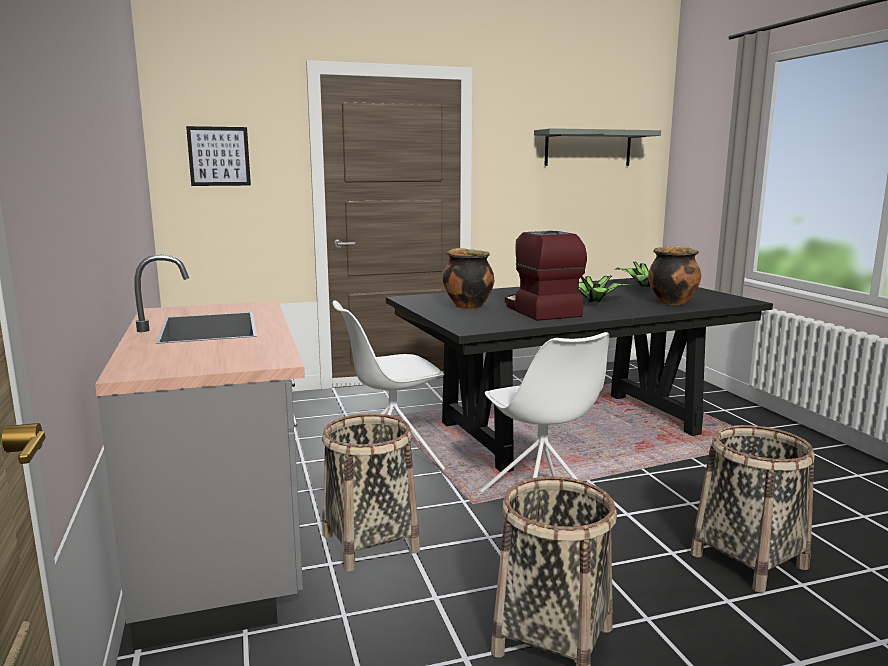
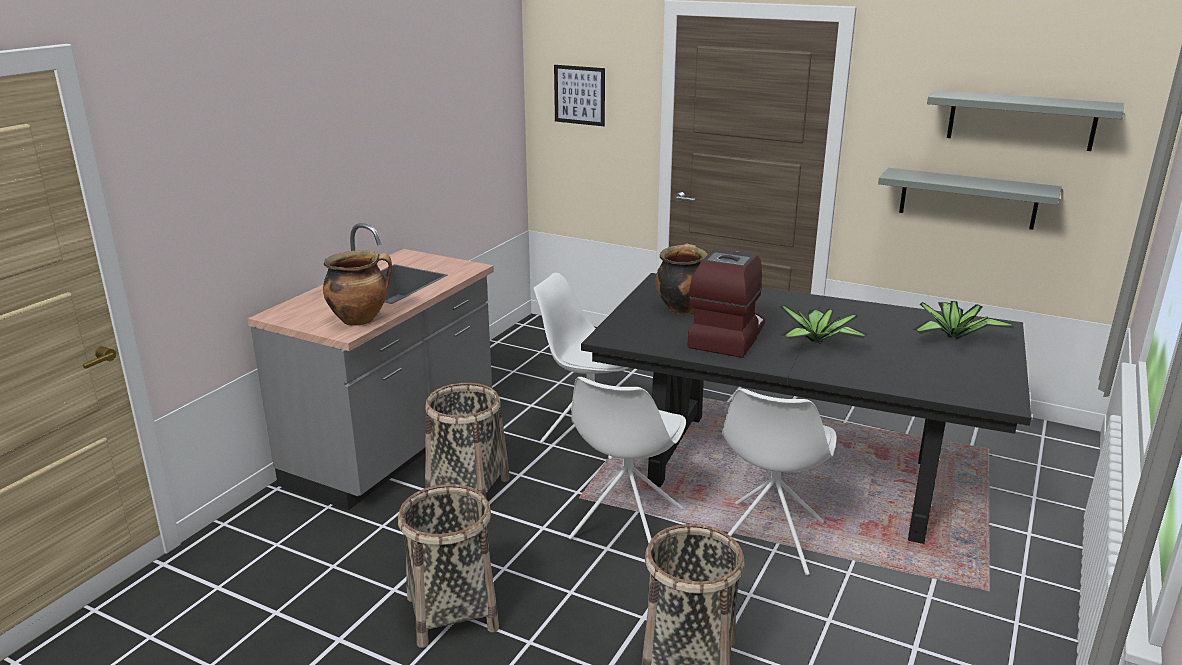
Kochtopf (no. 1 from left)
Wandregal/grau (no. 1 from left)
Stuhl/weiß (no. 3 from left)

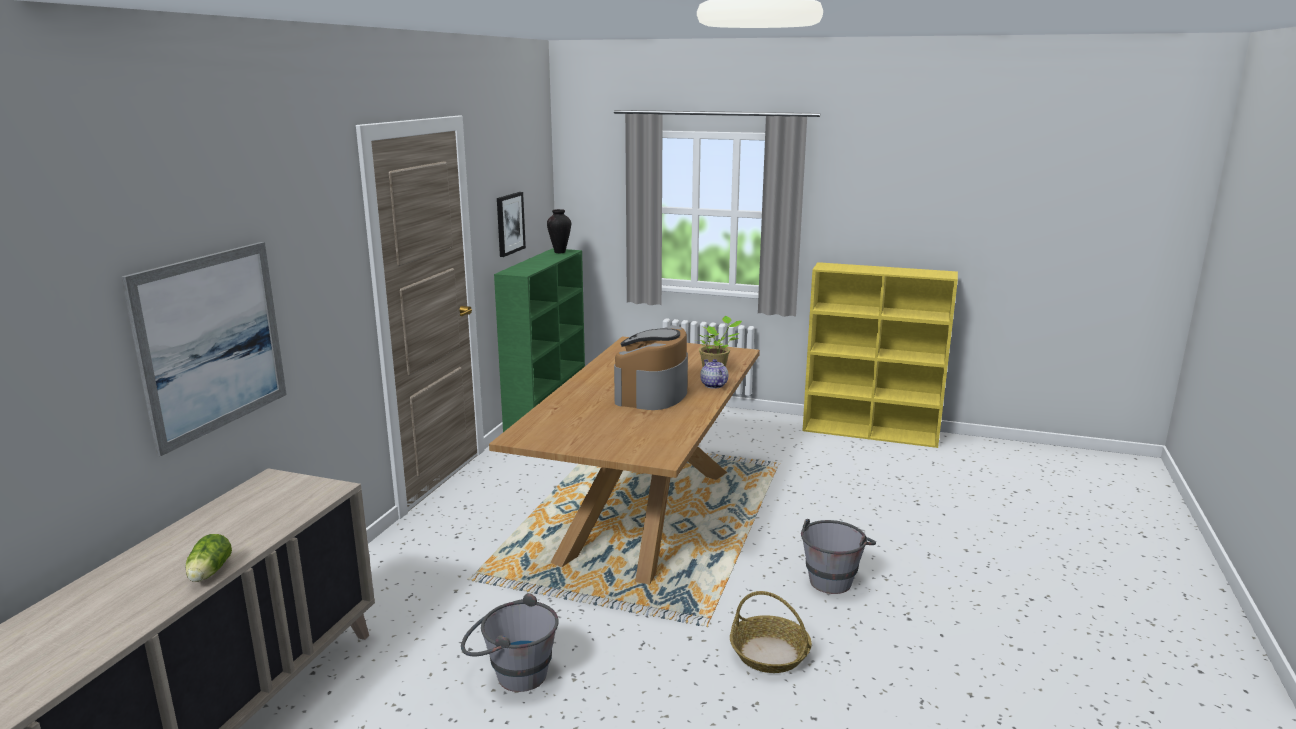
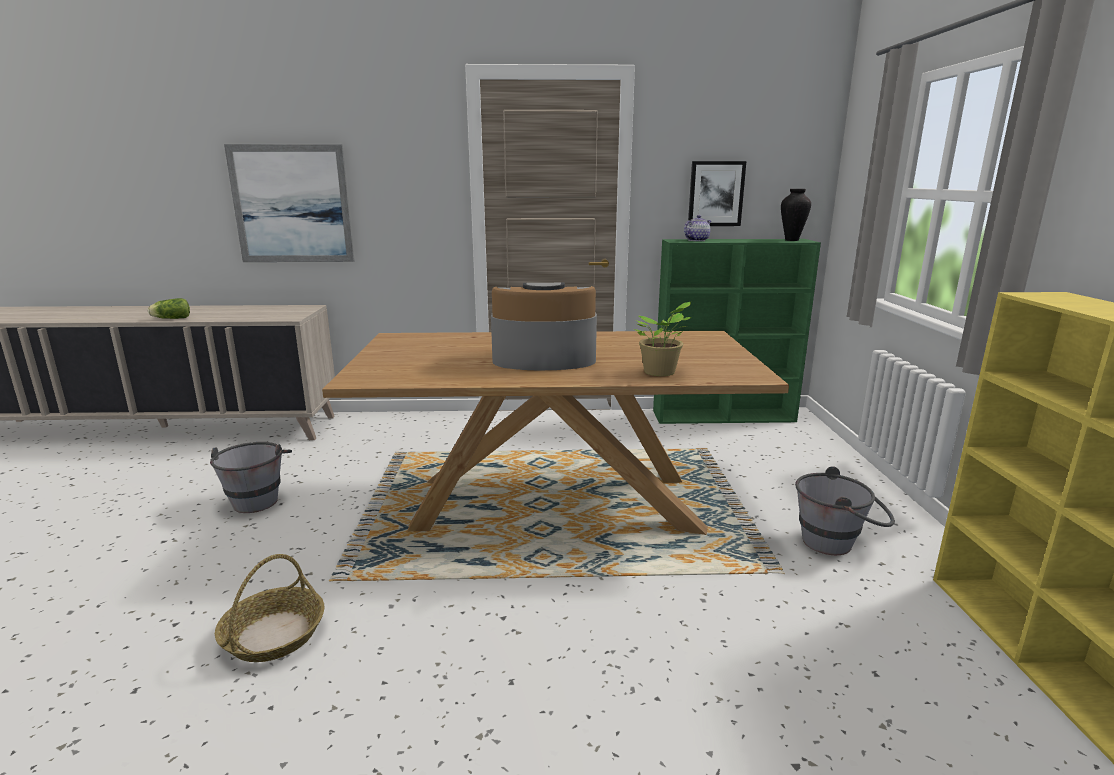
Teekanne
Eimer/grau (no. 2 from left)

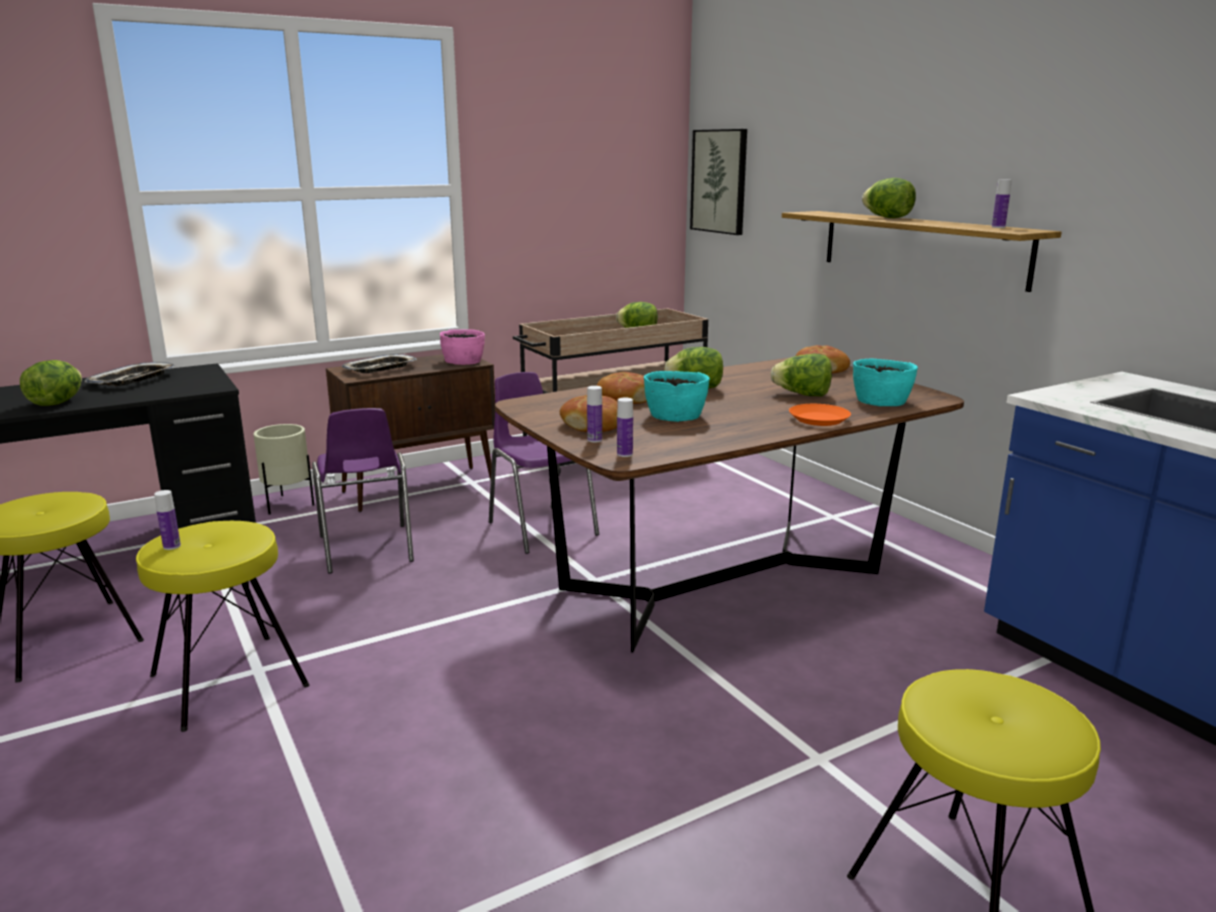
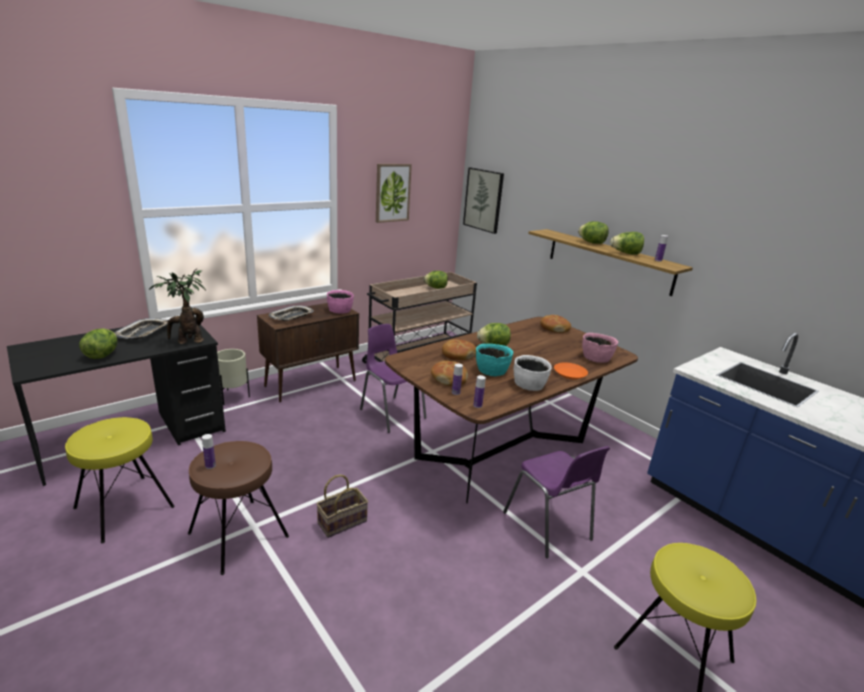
Salatkopf (no. 5 from left)
Schüssel/rosa (no. 2 from left)
Stuhl/lila (no. 2 from left)
Hocker/braun
Bild (no. 1 from left)
Topfpflanze
Schüssel/weiß
Korb

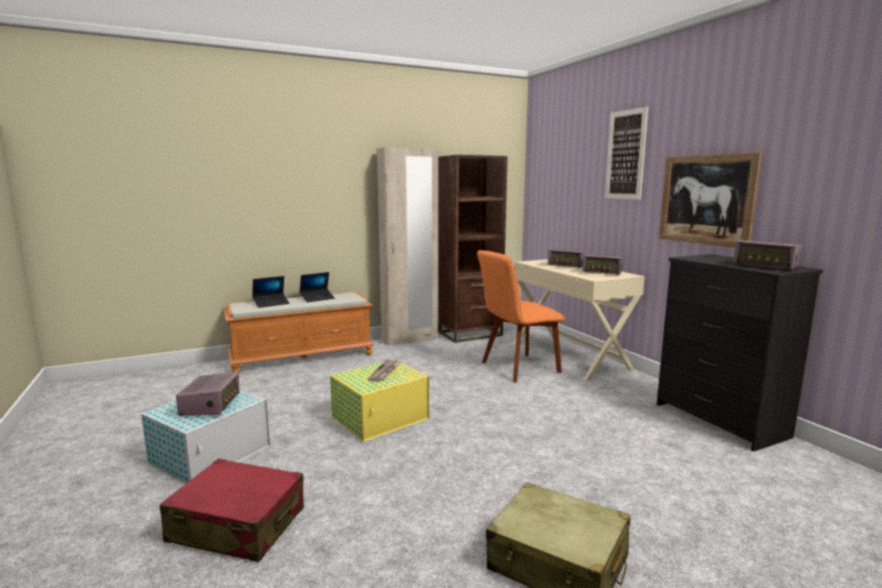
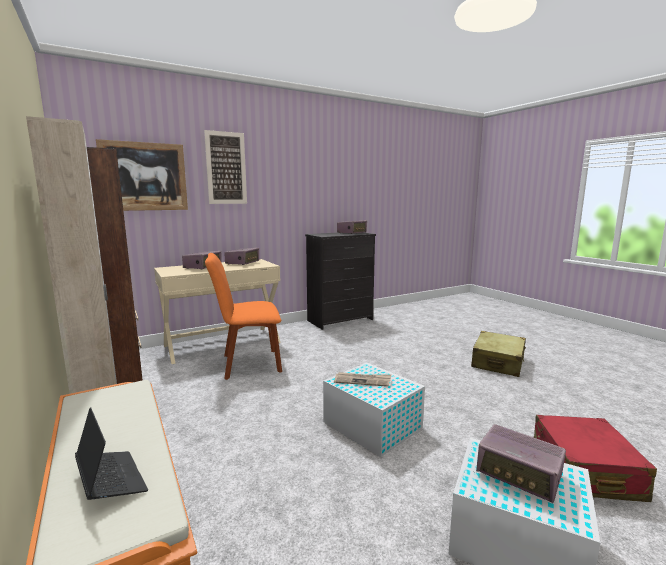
Bild (no. 1 from left)
Stuhl/orange
Laptop (no. 2 from left in the first image)
Aufbewahrungsbox/weiß (no. 1 from left)
Radio (no. 4 from left)

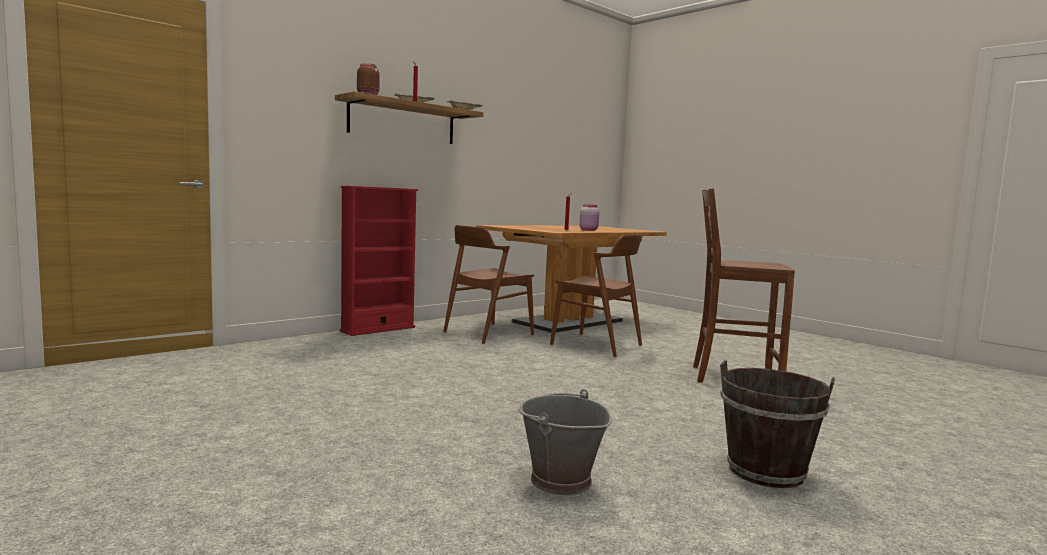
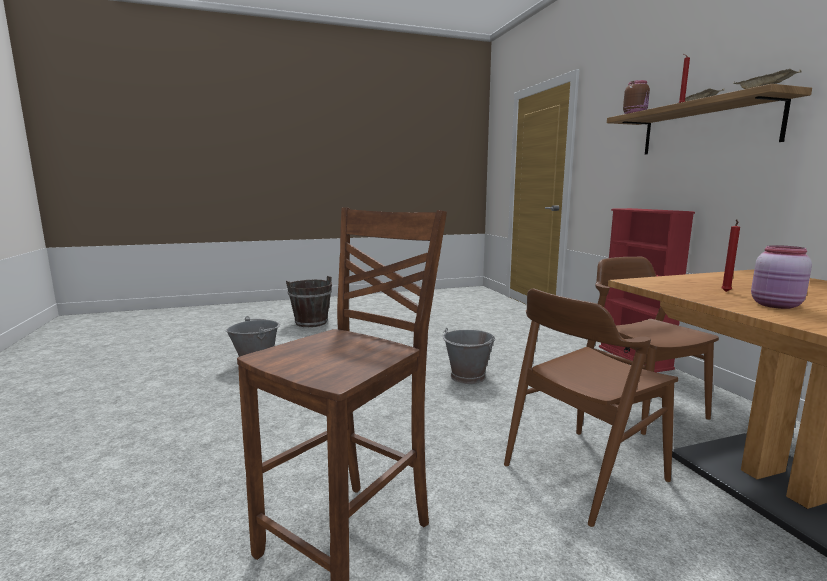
Eimer/braun
Eimer/grau (no. 2 from left)

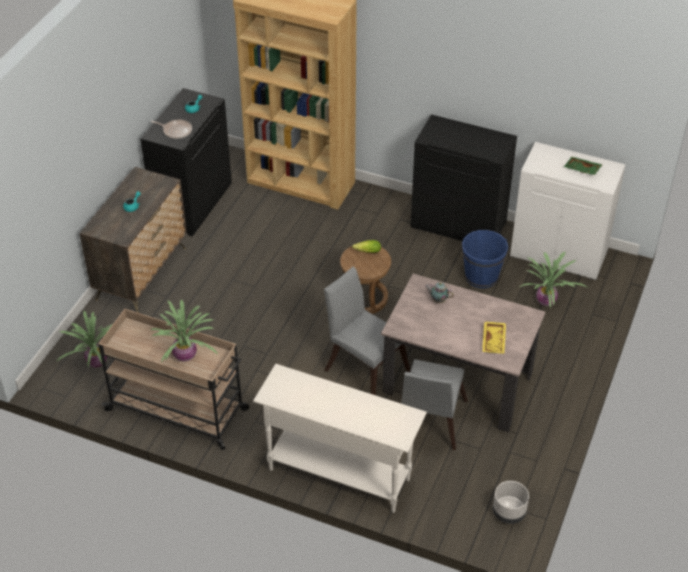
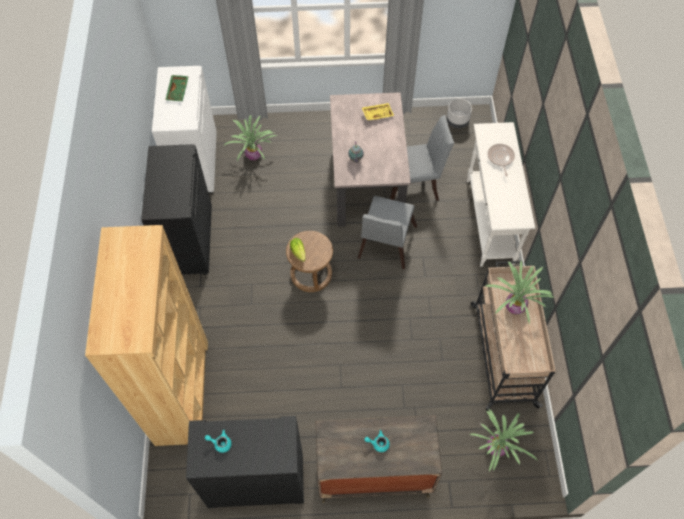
Pfanne
Eimer/blau

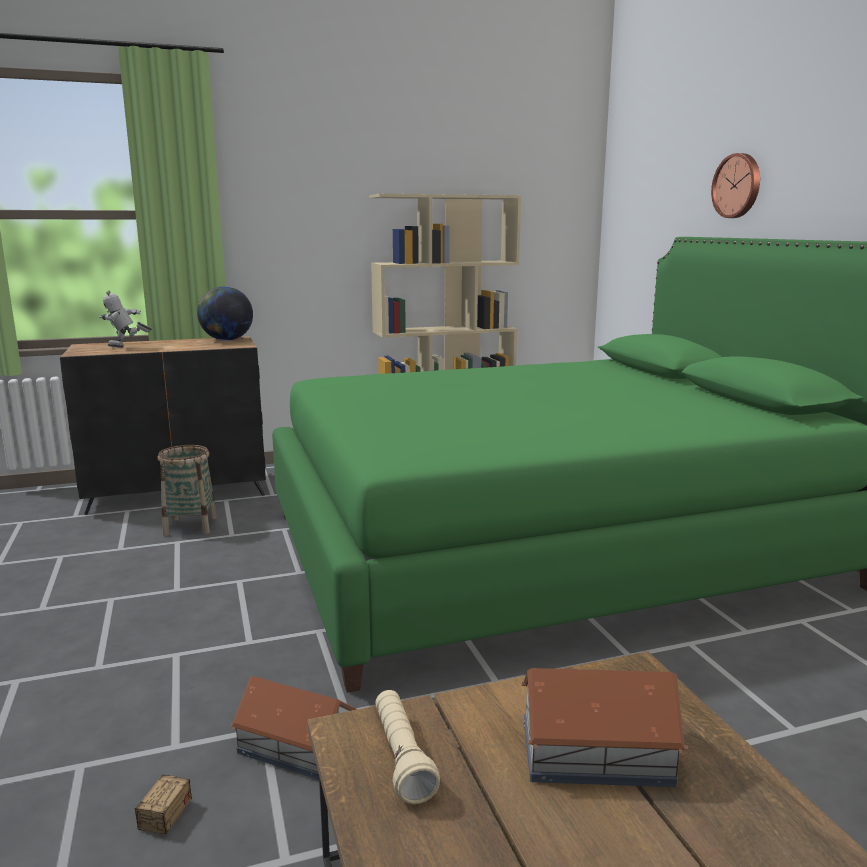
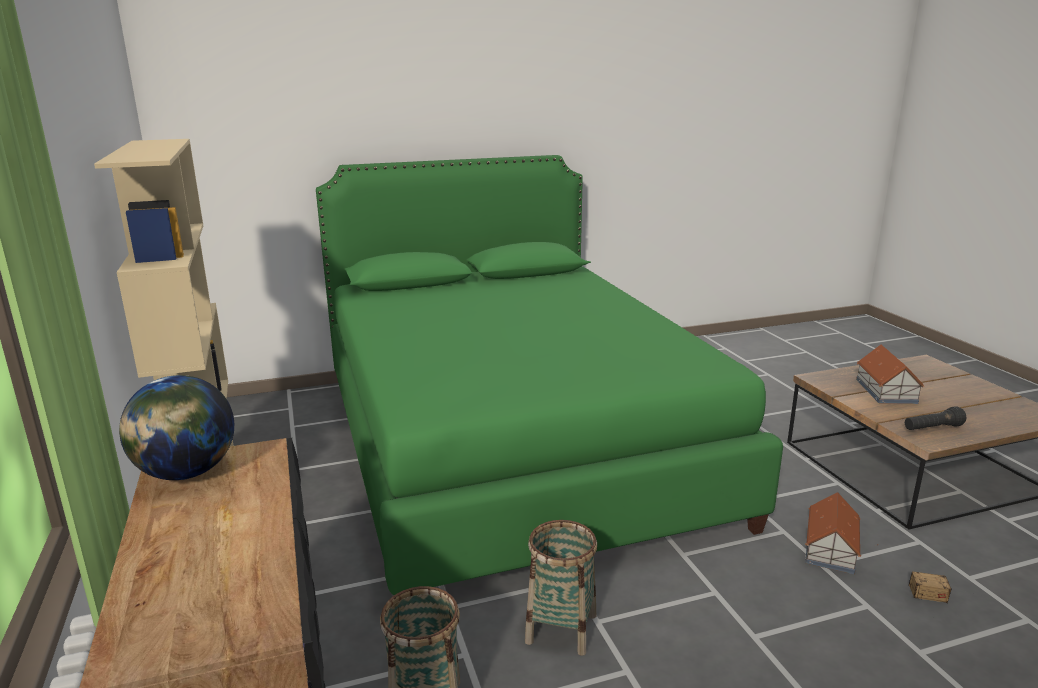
Wanduhr
Spielzeugroboter
Taschenlampe/schwarz
Korb (no. 2 from left)

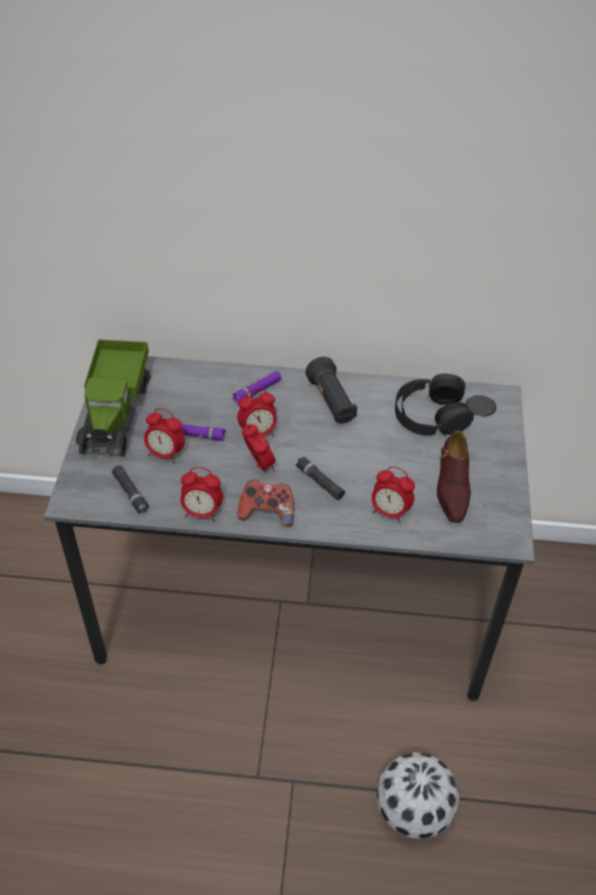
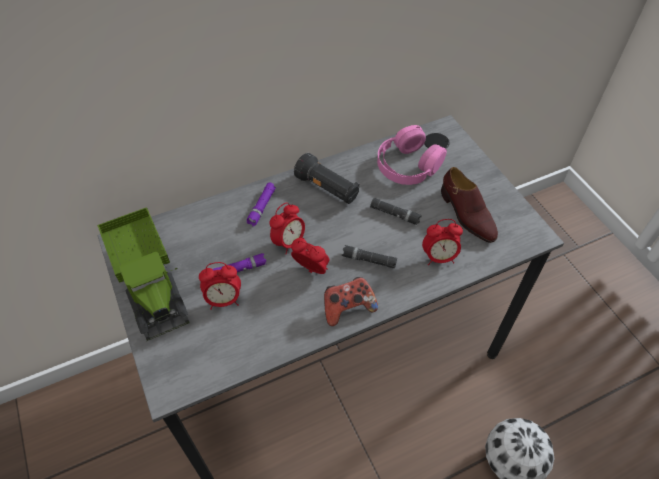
Kopfhörer/rosa
Taschenlampe/schwarz (no. 3 from left)
Wecker (no. 2 from left in the first image)

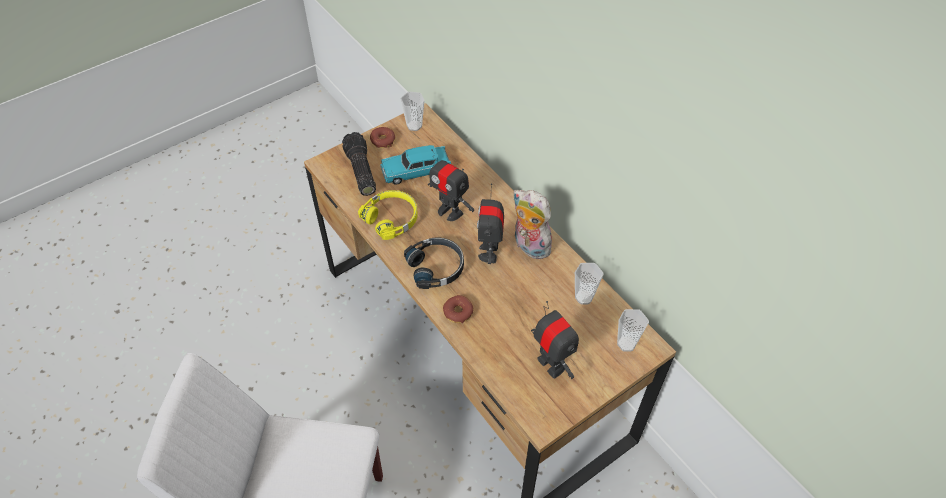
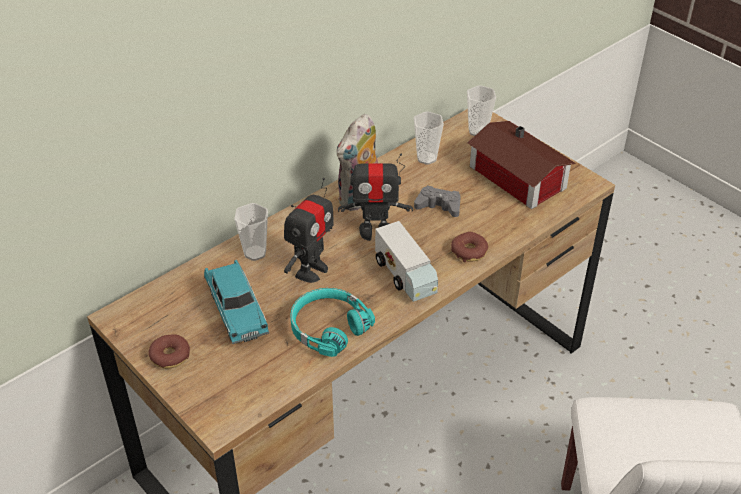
Tasse (no. 1 from left)
Taschenlampe
Kopfhörer/türkis
Spielzeuglaster
Spielzeughaus
Gamepad/grau

